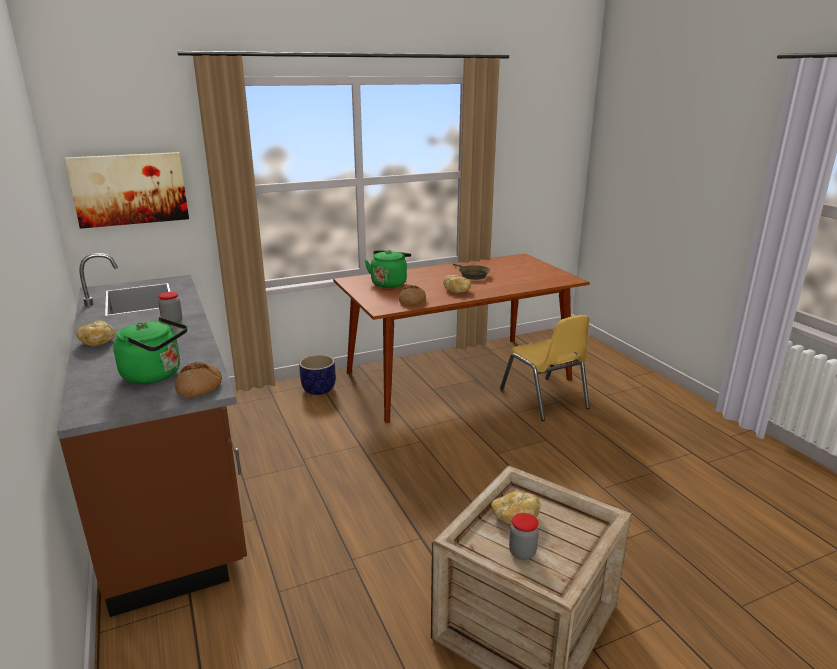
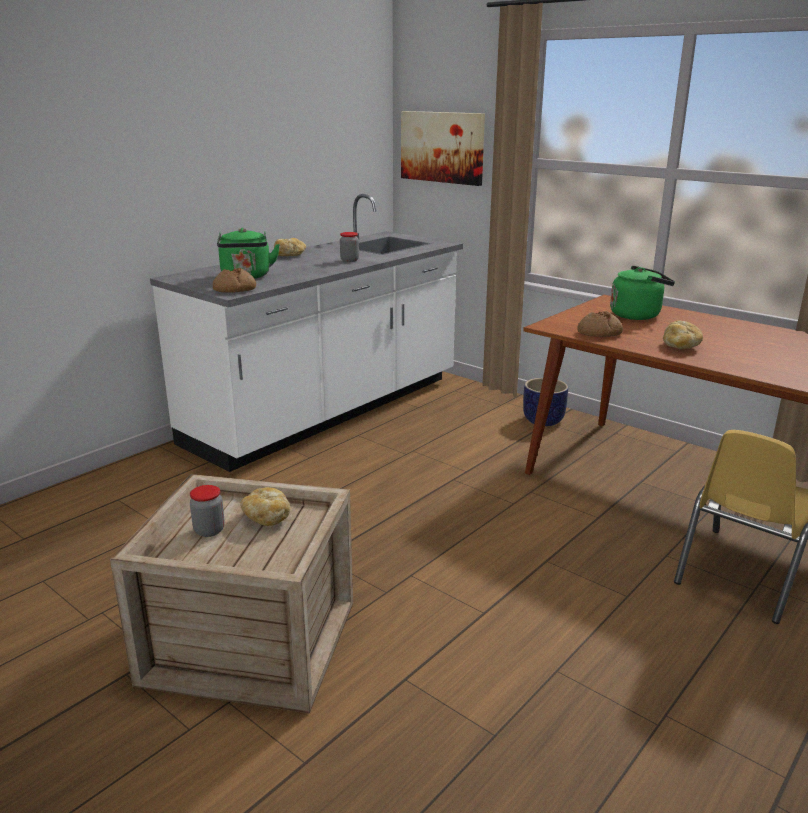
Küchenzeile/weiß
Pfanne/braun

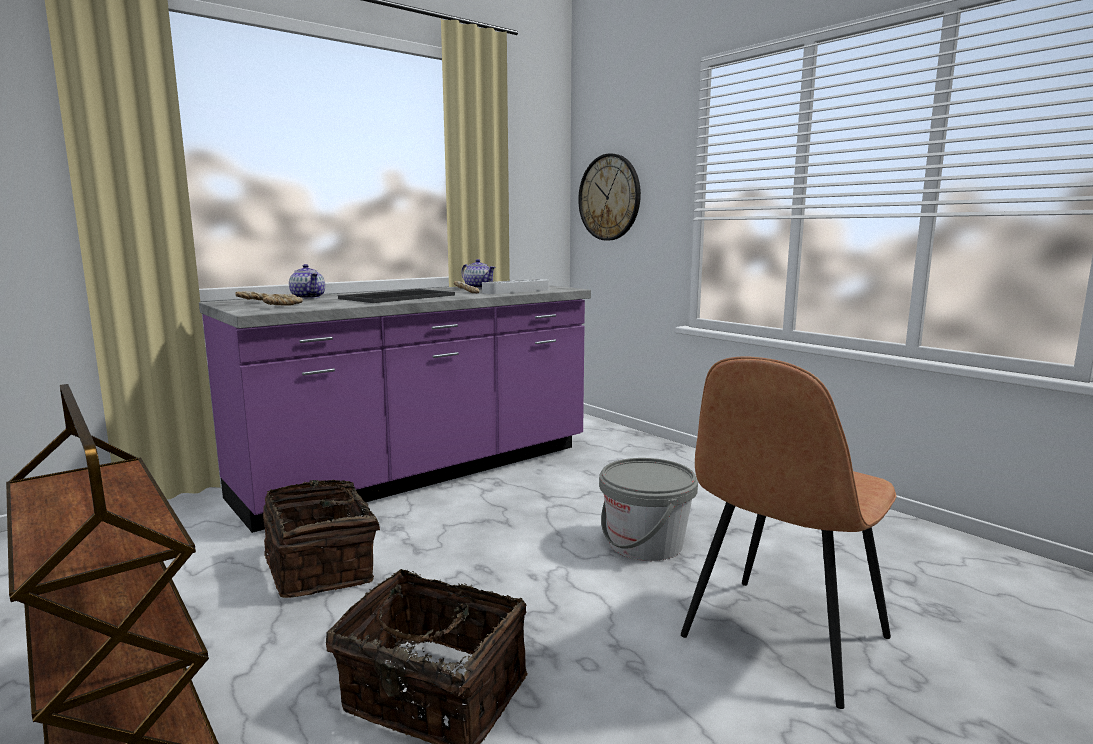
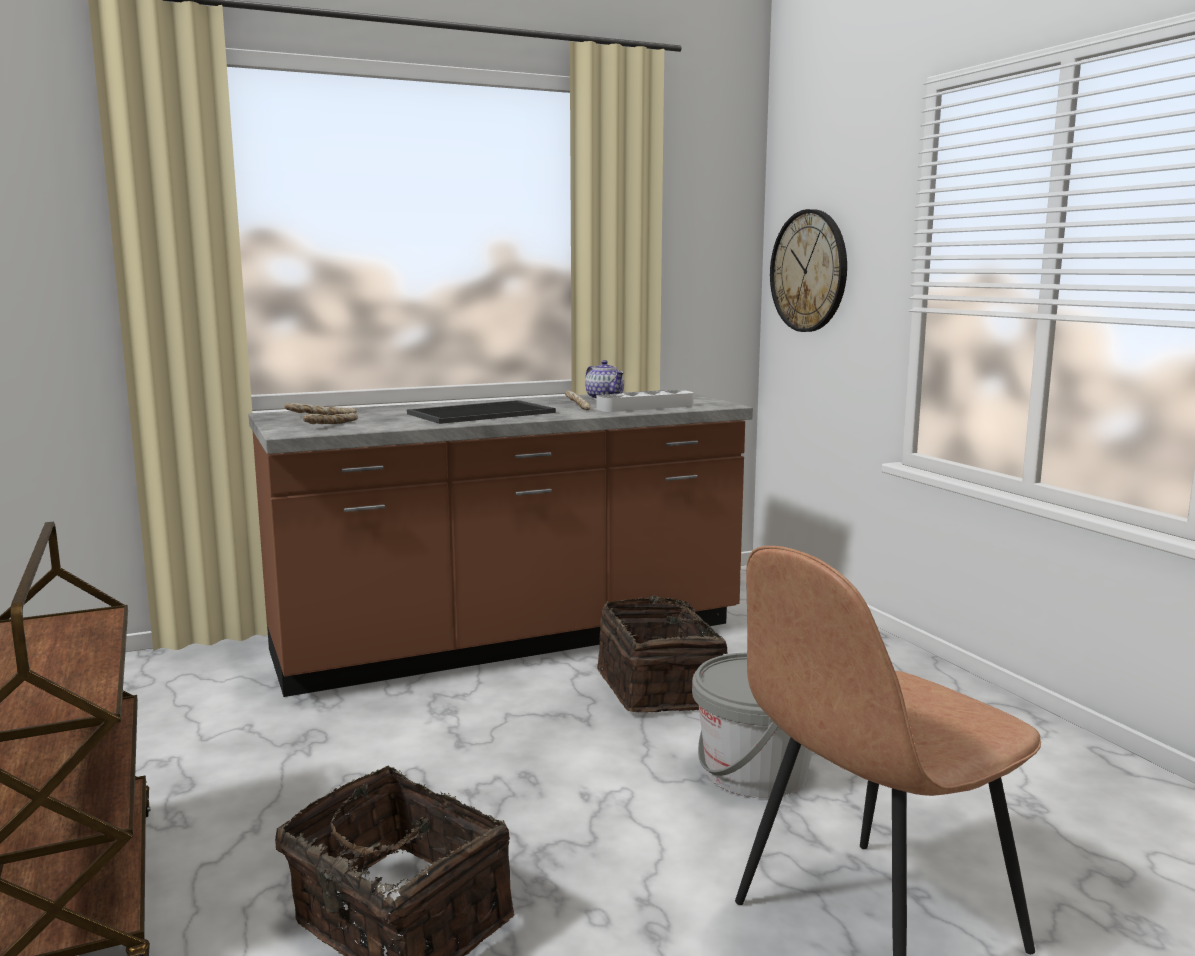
Teekanne (no. 1 from left in the first image)
Küchenzeile/braun
Korb (no. 2 from left)

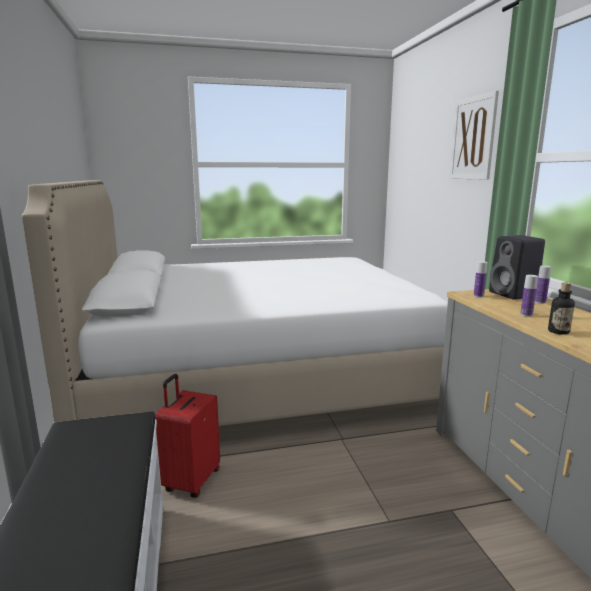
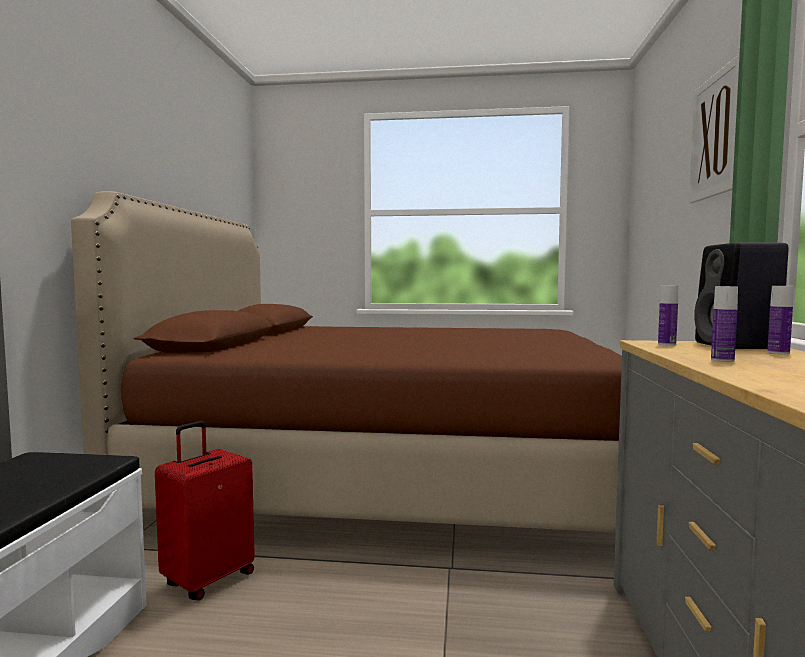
Bett/braun
Flasche (no. 4 from left in the first image)

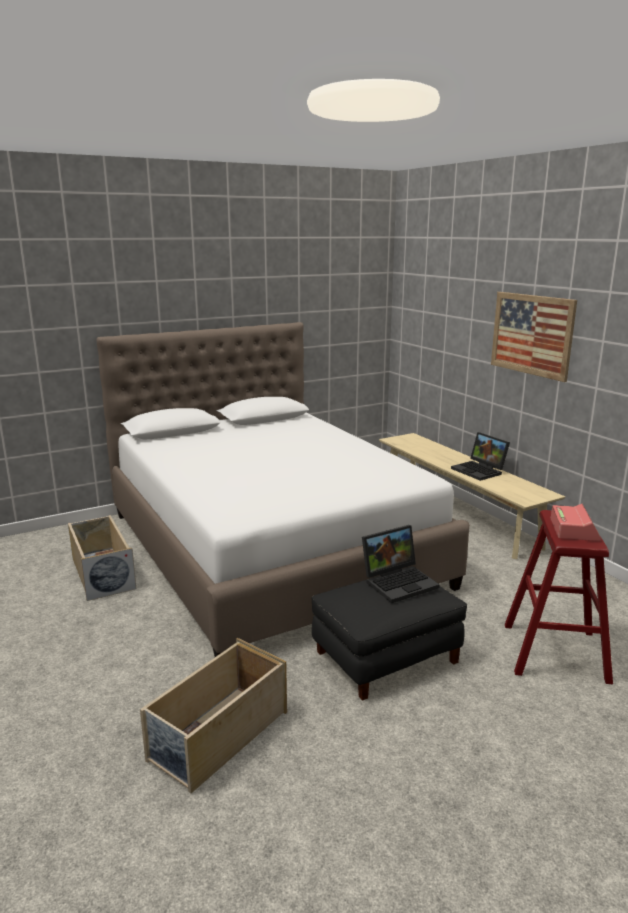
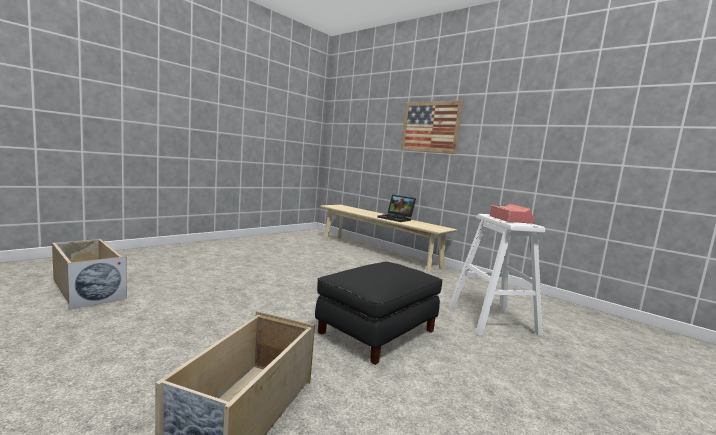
Bett/weiß
Hocker/weiß
Laptop (no. 1 from left in the first image)

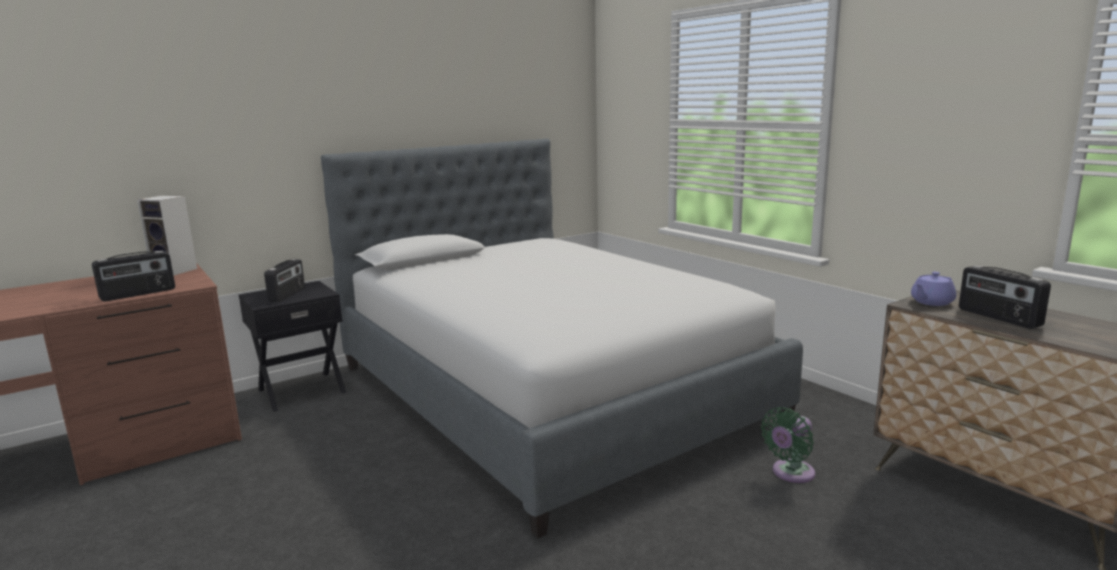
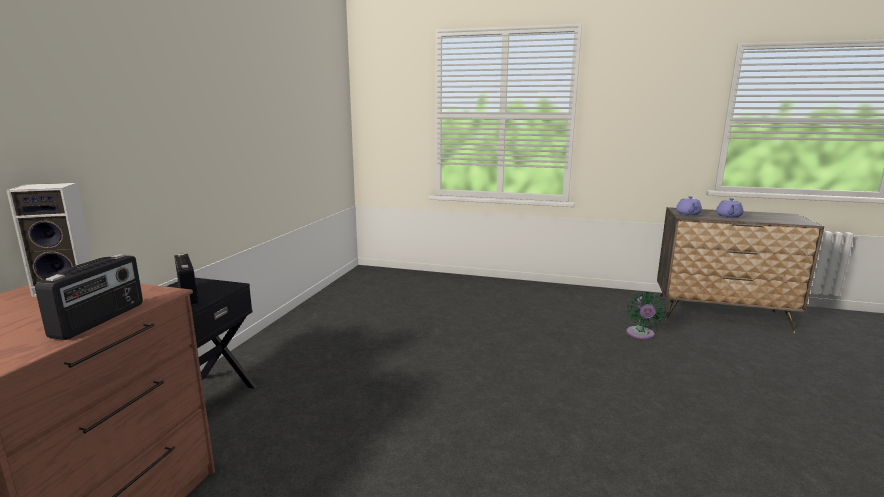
Bett
Teekanne/lila (no. 2 from left)

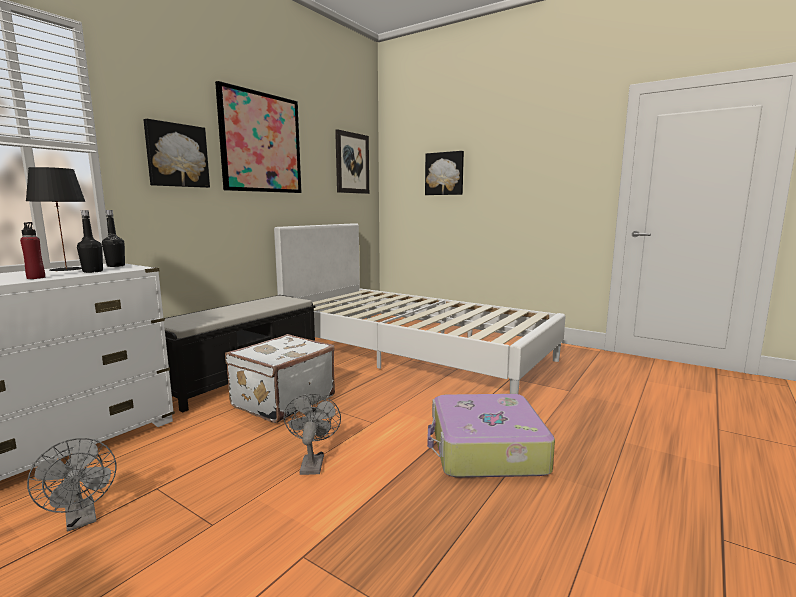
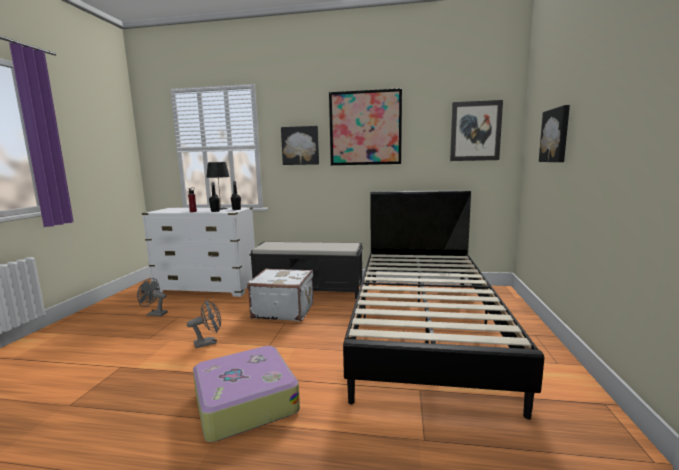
Bett/schwarz
Ventilator/grau (no. 1 from left)

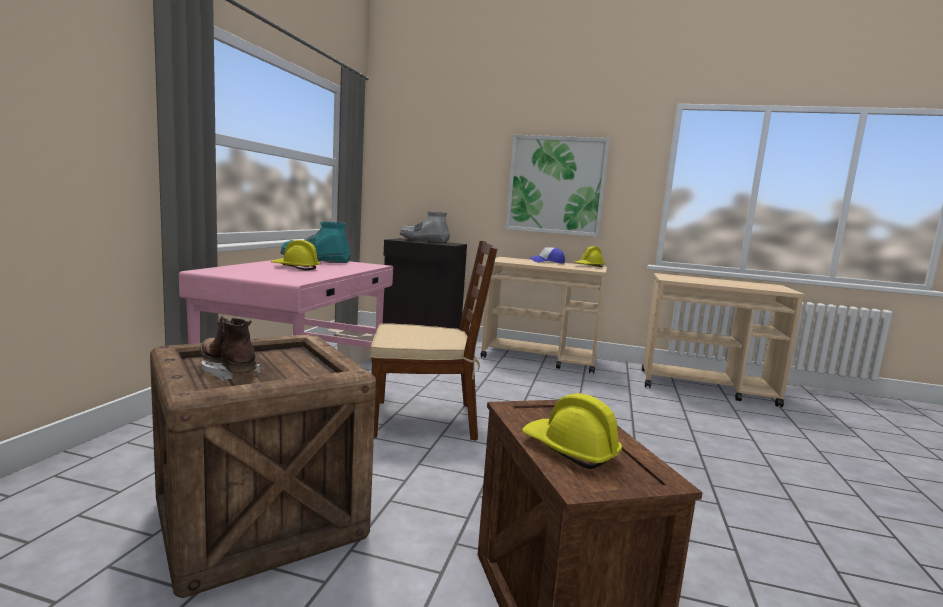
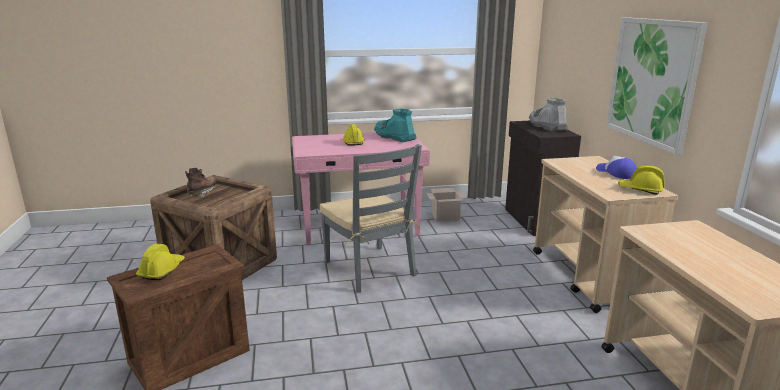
Stuhl/grau

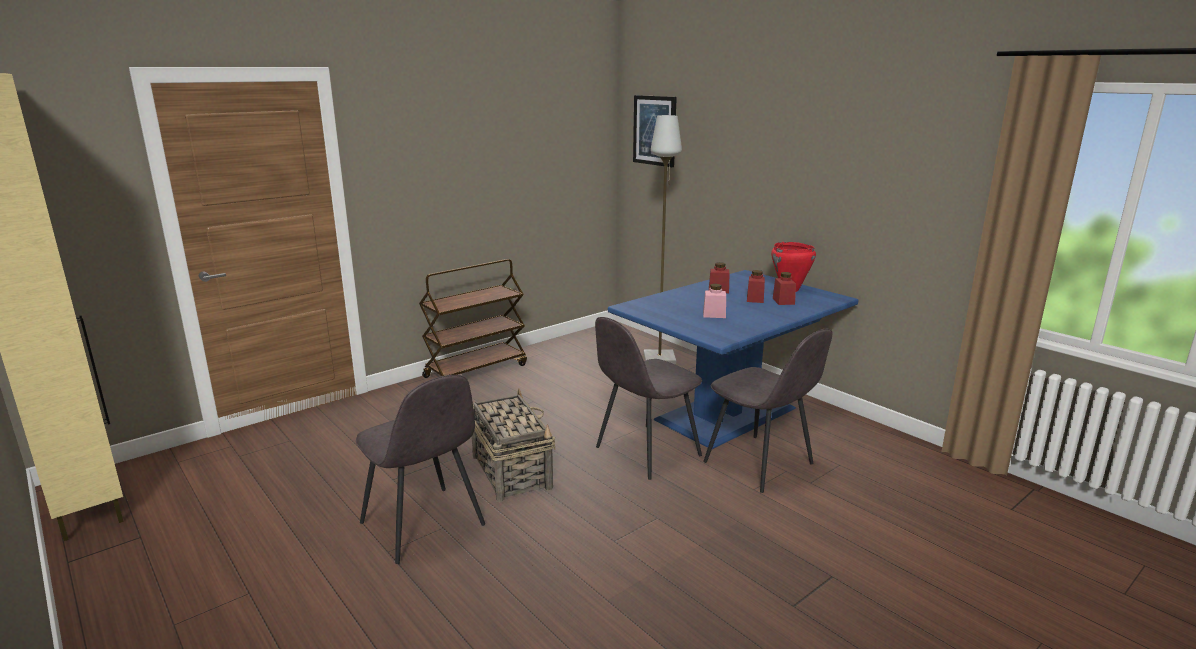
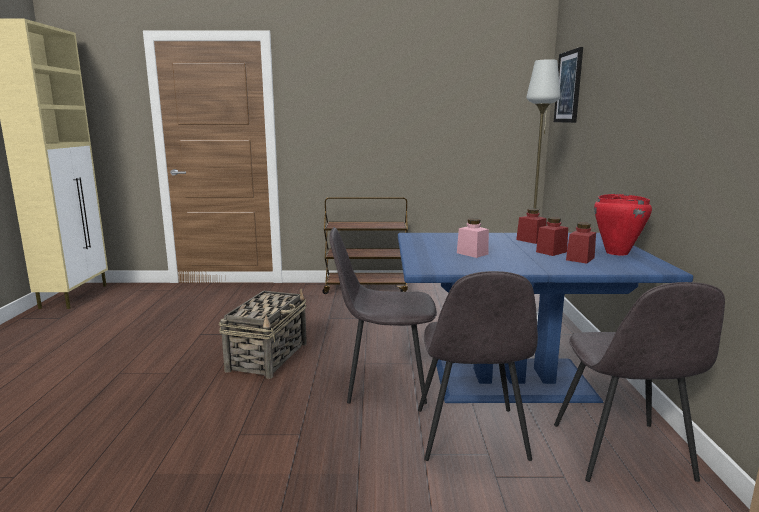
Stuhl/grau (no. 3 from left)

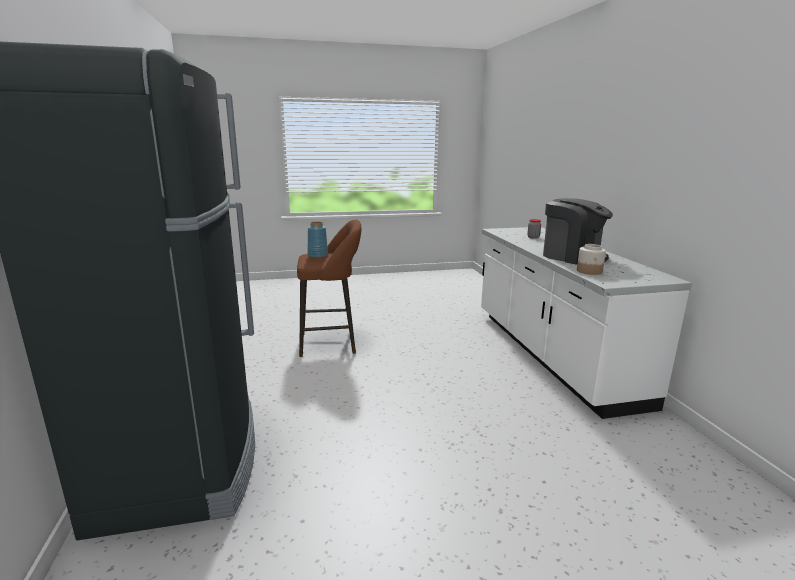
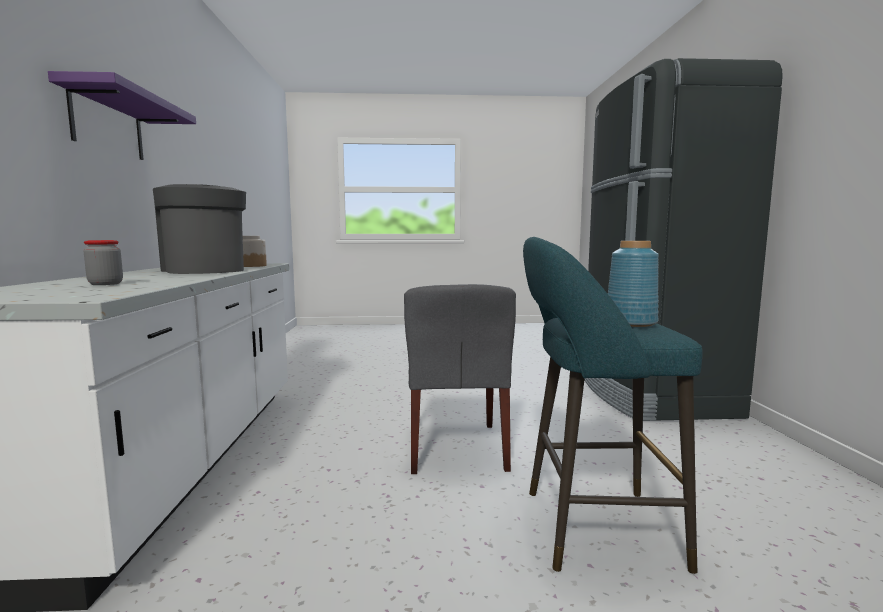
Hocker/türkis
Wandregal/lila
Stuhl/grau

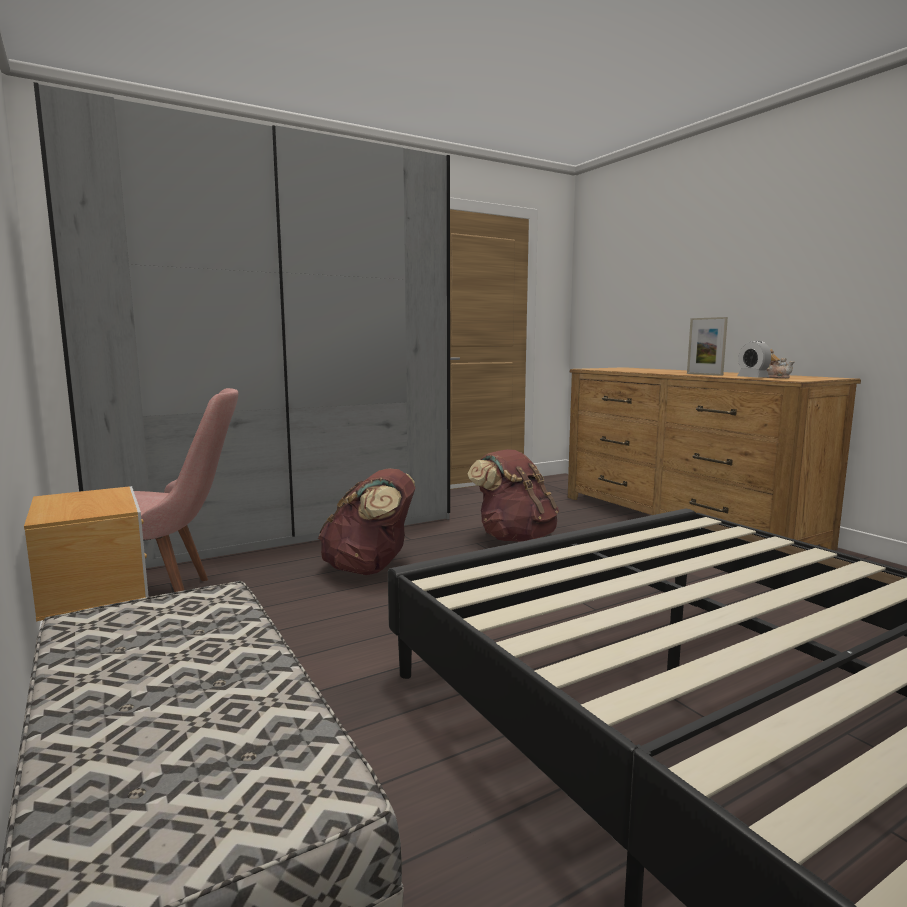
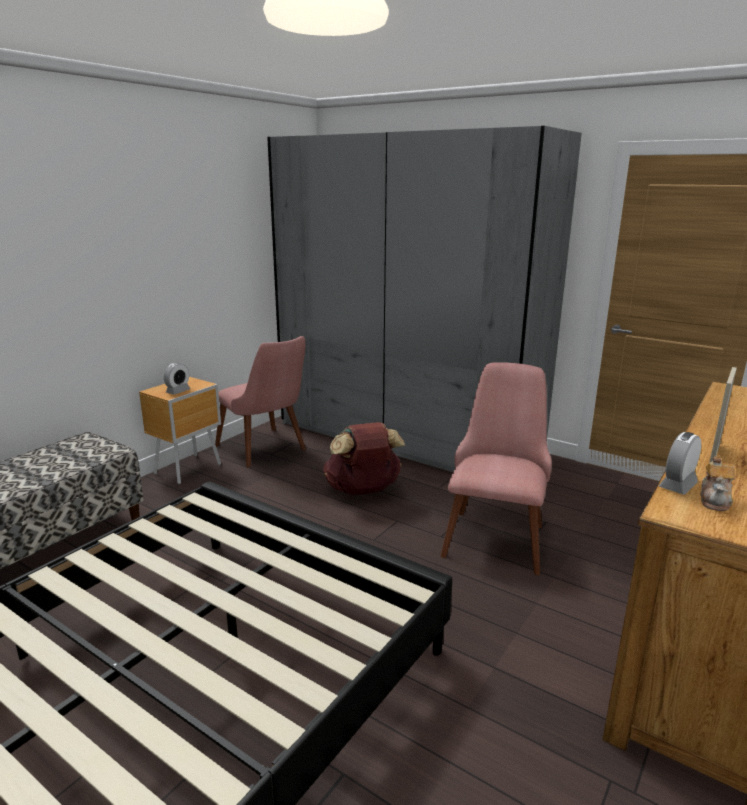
Stuhl/rosa (no. 2 from left)
Wecker (no. 1 from left)

